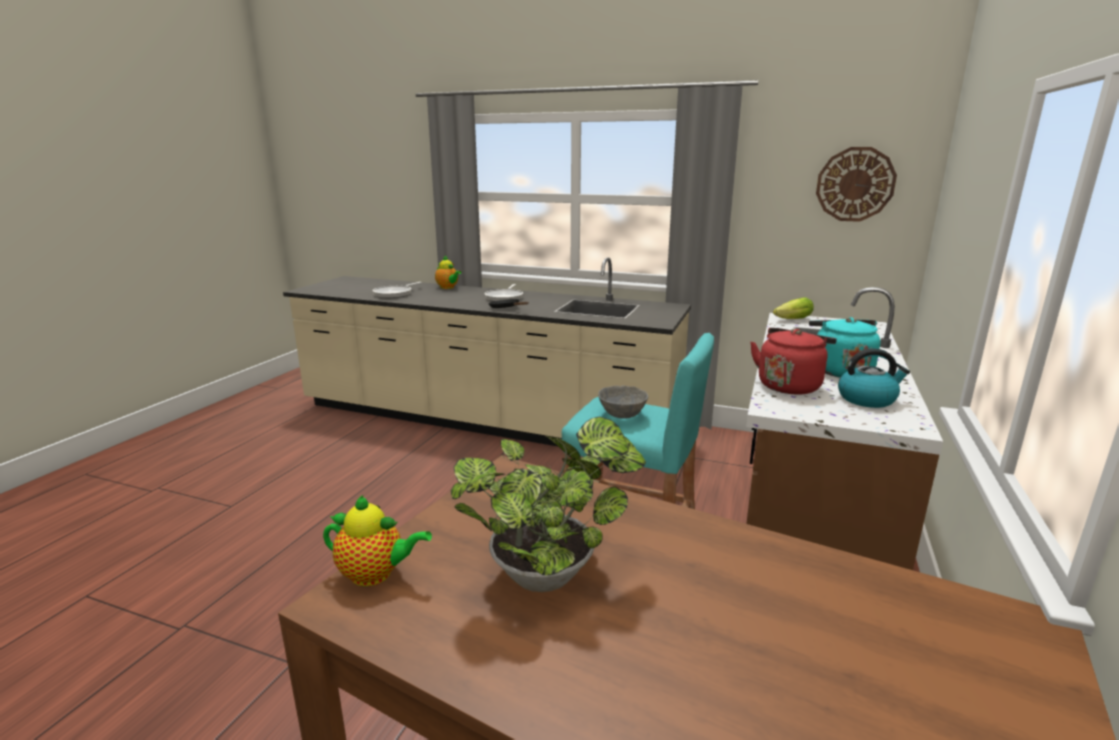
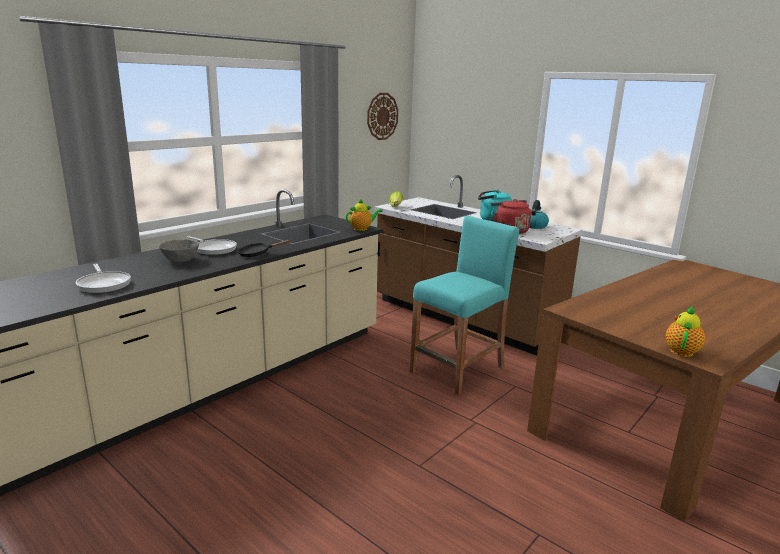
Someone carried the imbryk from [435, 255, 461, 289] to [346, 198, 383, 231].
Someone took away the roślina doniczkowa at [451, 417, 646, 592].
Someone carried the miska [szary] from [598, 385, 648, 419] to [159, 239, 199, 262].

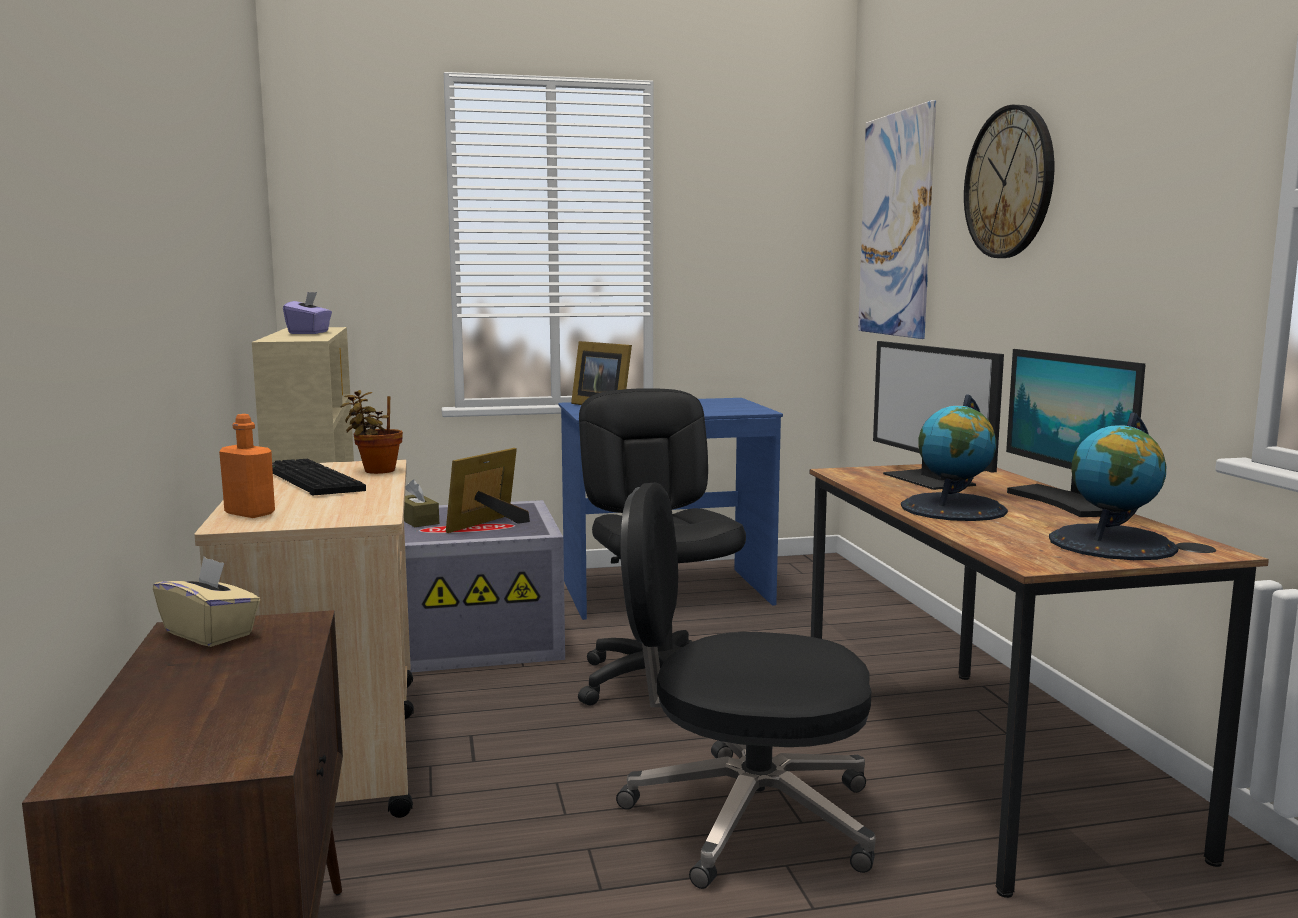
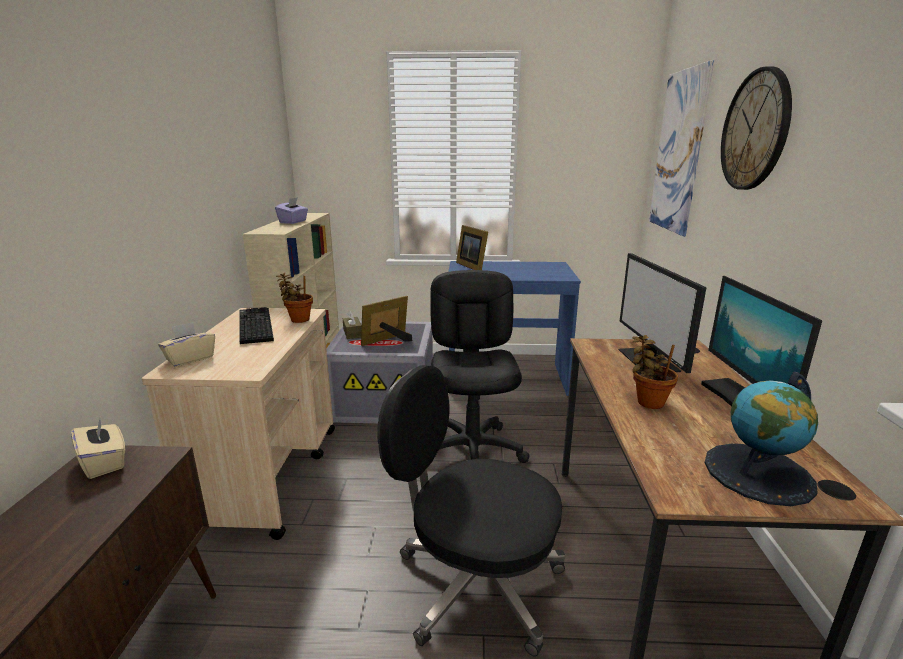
Someone swapped the butelka [pomarańczowy] at [219, 414, 275, 518] for the pudełko chusteczek [beżowy] at [158, 322, 215, 367].
Someone swapped the globus at [901, 394, 1008, 521] for the roślina doniczkowa at [632, 335, 678, 409].

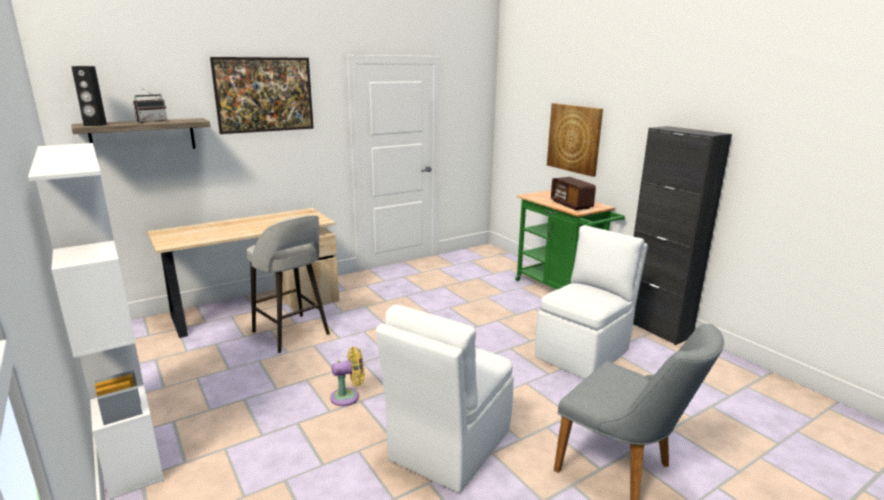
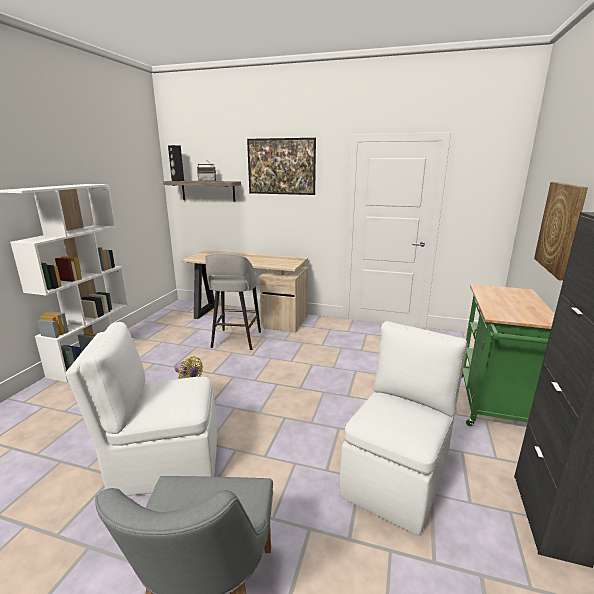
Someone rotated the krzesło [biały] at [535, 225, 648, 379] by 60 degrees counterclockwise.
Someone took away the radio at [551, 177, 596, 210].

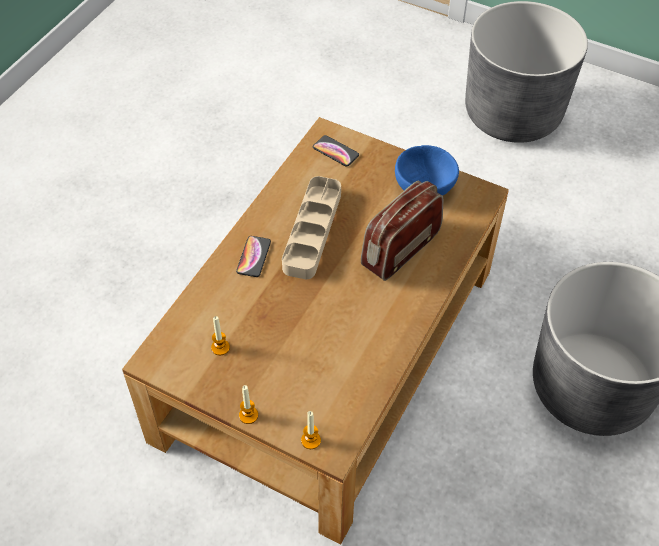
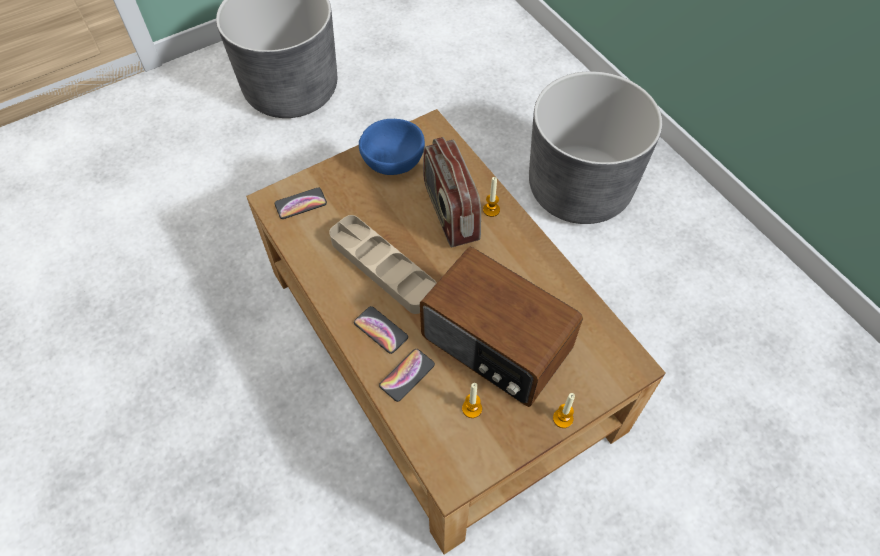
Someone carried the świeca from [301, 411, 321, 449] to [483, 177, 500, 217].
Someone put down the telefon at [379, 349, 435, 402].
Someone put down the radio at [420, 246, 583, 407].

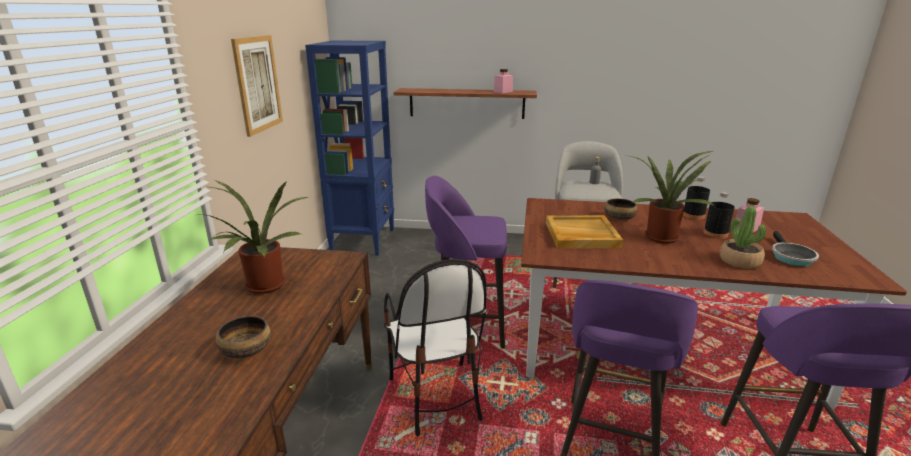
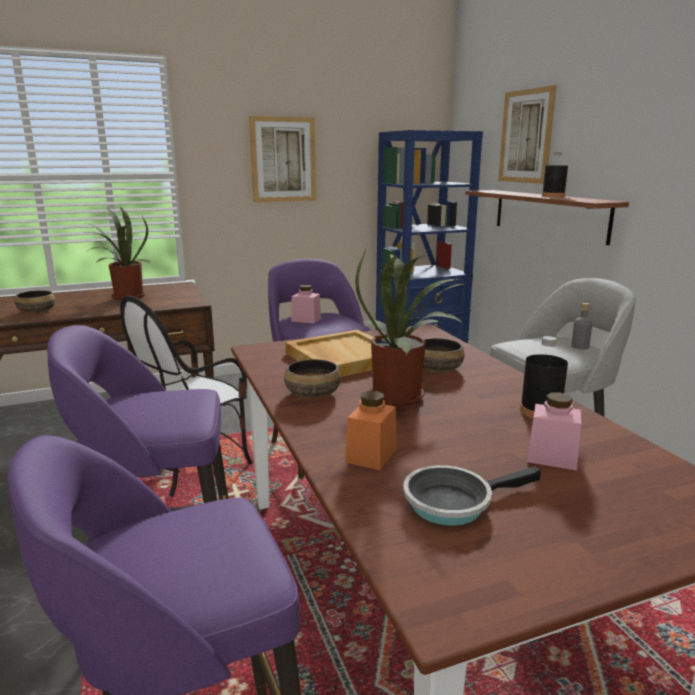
Someone carried the słoik [różowy] from [494, 69, 513, 93] to [291, 285, 321, 324].
Someone carried the butelka [czarny] from [703, 192, 735, 239] to [542, 152, 568, 197].
Someone swapped the roślina doniczkowa at [720, 206, 766, 269] for the słoik [pomarańczowy] at [345, 391, 396, 470].
Someone put down the miska at [284, 359, 341, 398].
Someone put up the obraz at [498, 85, 557, 184].

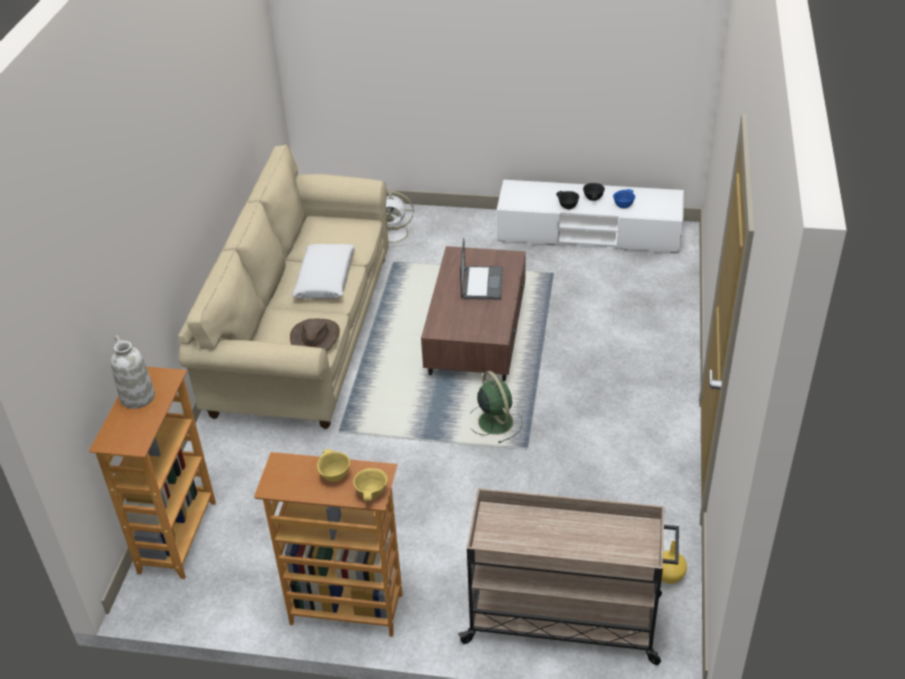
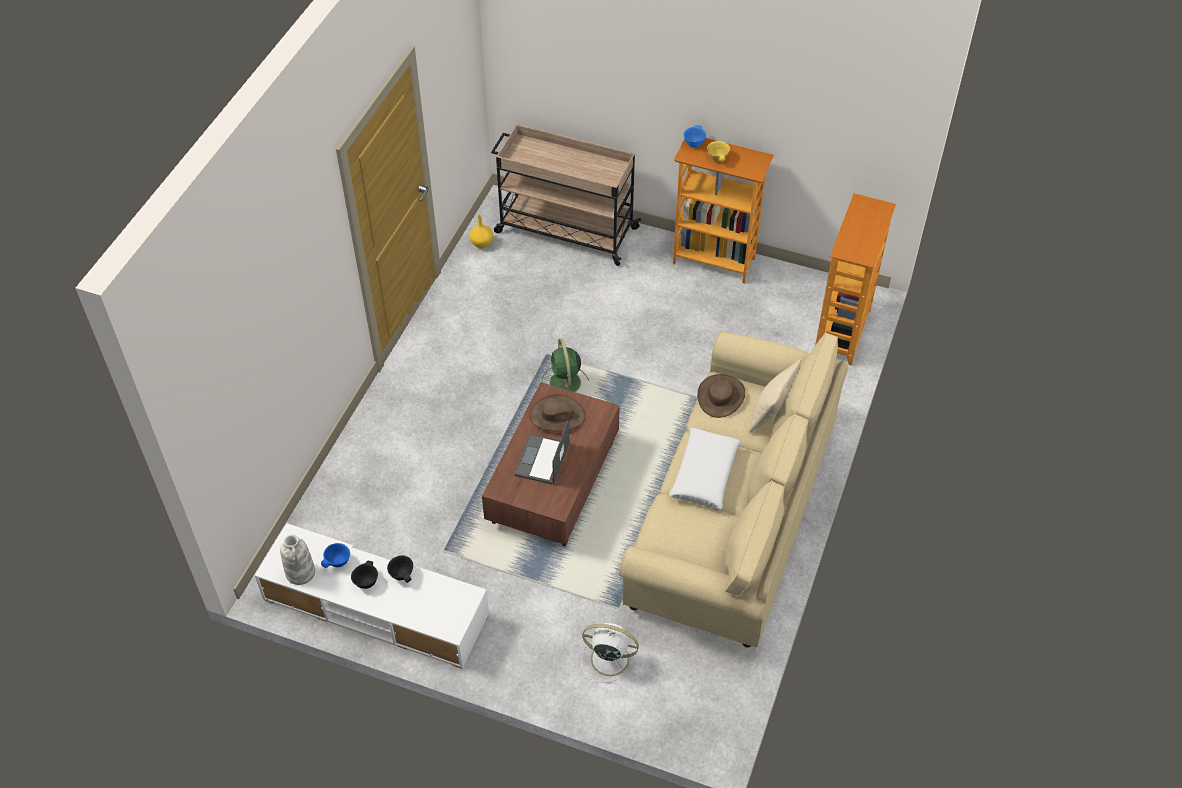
Someone carried the wazon [biały] from [111, 335, 155, 409] to [280, 535, 315, 585].
Someone repainted the miska [żółty] at [353, 468, 388, 501], which became the miska [niebieski] at [683, 125, 707, 147].
Someone put down the kapelusz [brązowy] at [529, 394, 585, 431].
Someone put down the poduszka [beżowy] at [749, 358, 801, 433].

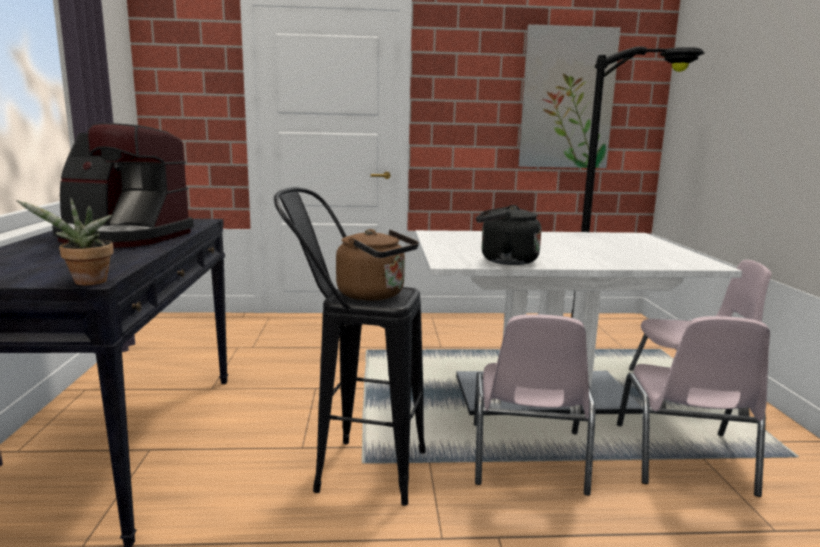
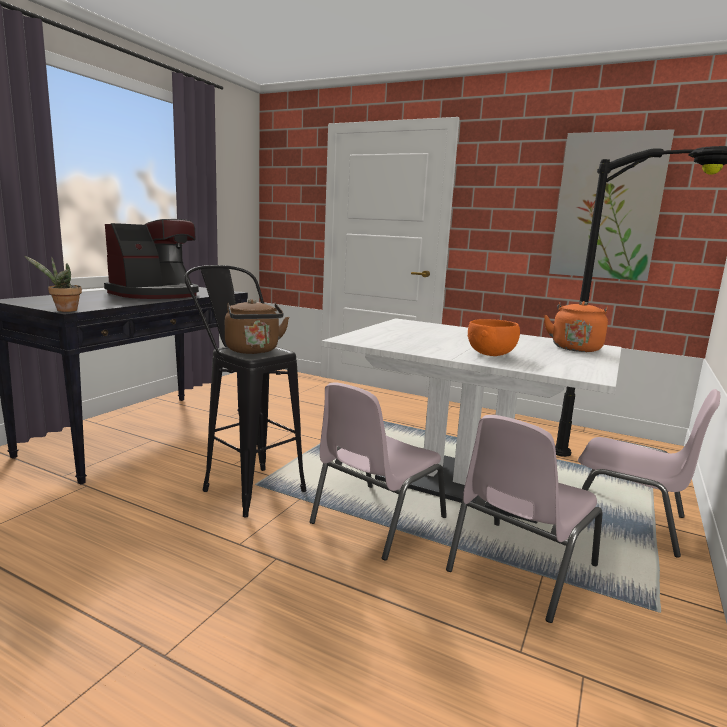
Someone rotated the ekspres do kawy at [52, 123, 194, 248] by 90 degrees counterclockwise.
Someone took away the czajnik [czarny] at [476, 205, 541, 265].
Someone put down the miska [pomarańczowy] at [468, 319, 520, 356].
Someone put down the czajnik [pomarańczowy] at [544, 301, 608, 352].

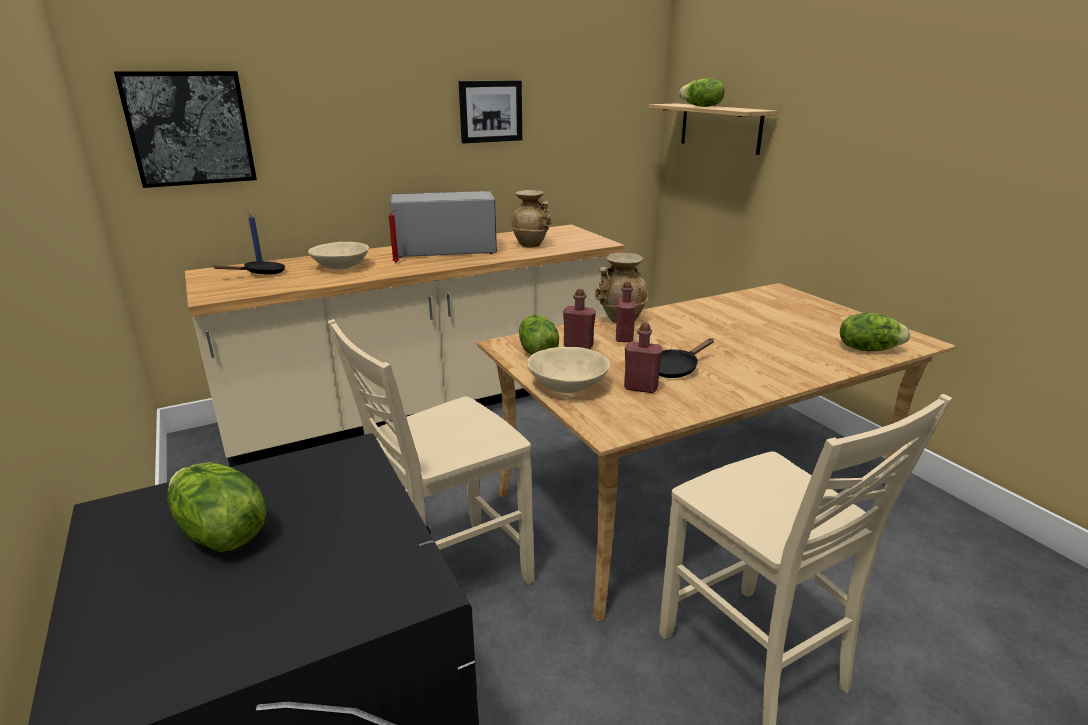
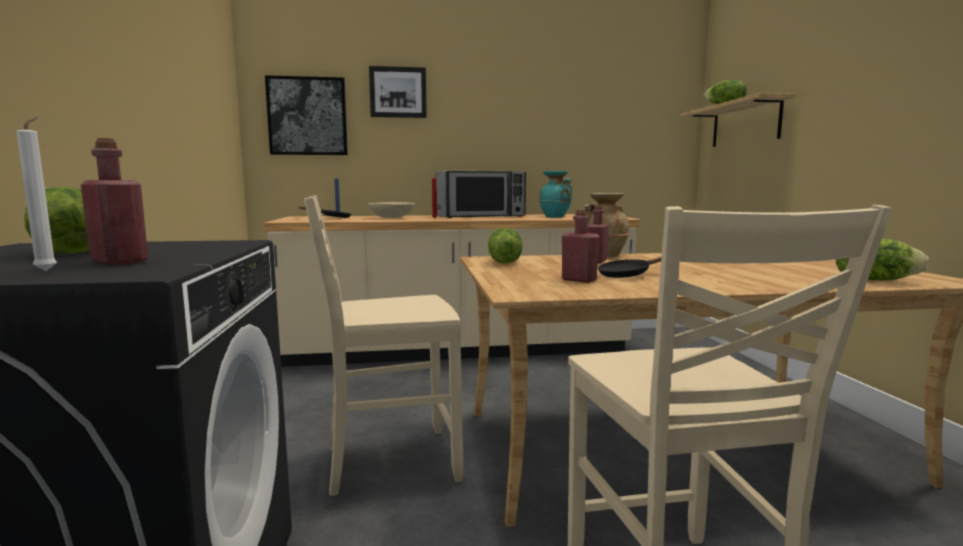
Someone rotated the mikrofalówka at [390, 191, 497, 258] by 150 degrees clockwise.
Someone carried the obraz from [459, 80, 522, 143] to [369, 66, 427, 118].
Someone repainted the wazon [beżowy] at [511, 190, 553, 248], which became the wazon [turkusowy] at [539, 171, 574, 218].
Someone took away the miska [beżowy] at [527, 347, 610, 393].
Someone carried the butelka [czerwony] from [563, 289, 596, 349] to [81, 138, 148, 265].
Someone put down the świeca [biały] at [16, 117, 57, 271].

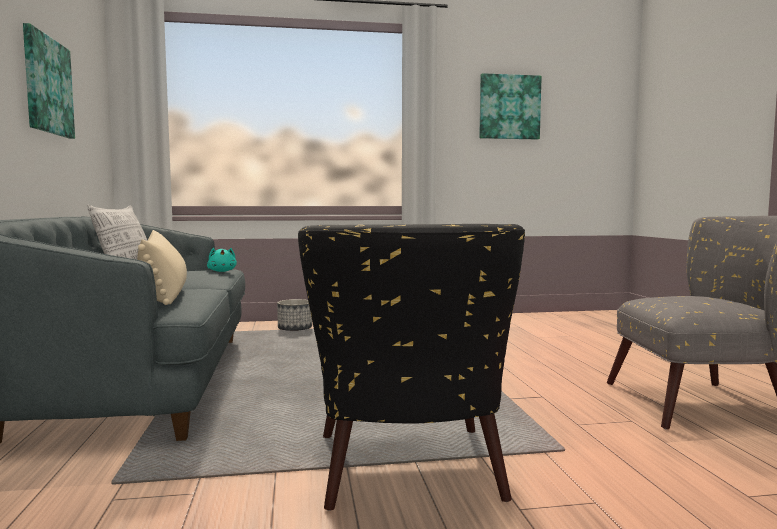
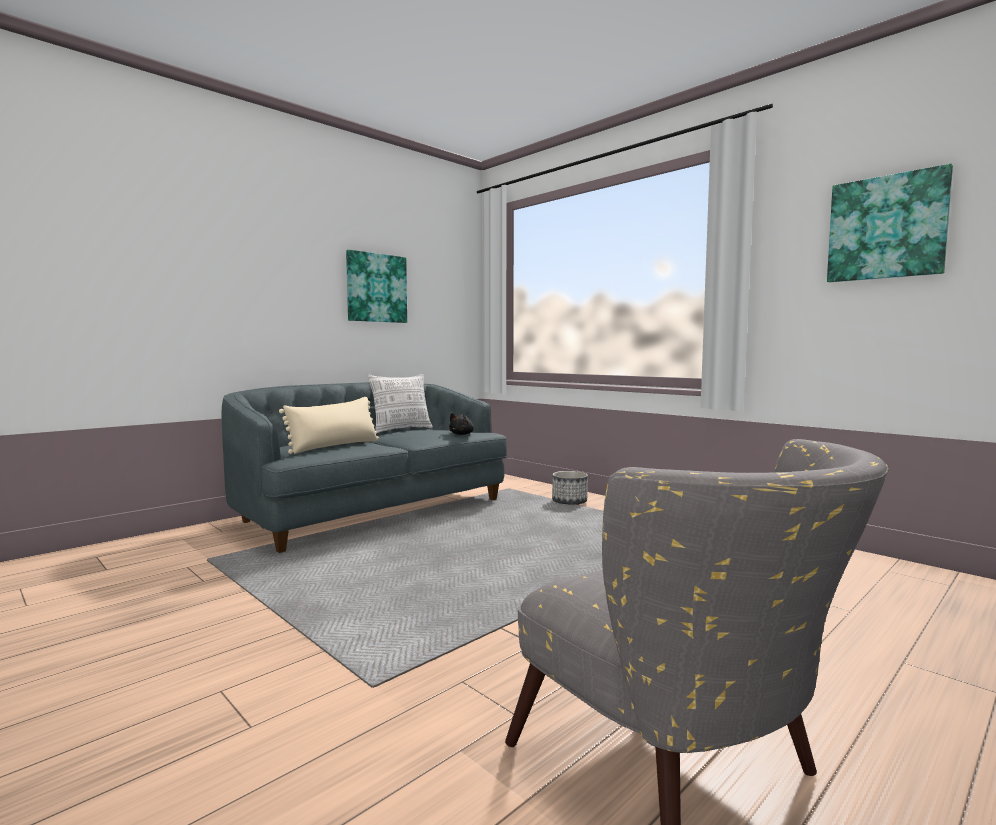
Someone repainted the pluszak [turkusowy] at [207, 248, 237, 272], which became the pluszak [czarny] at [449, 413, 474, 435].
Someone took away the fotel [czarny] at [298, 224, 525, 511].

